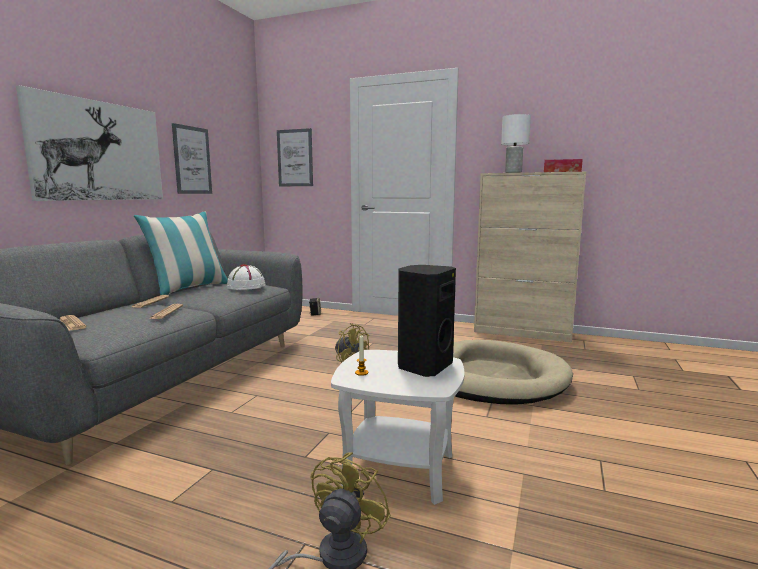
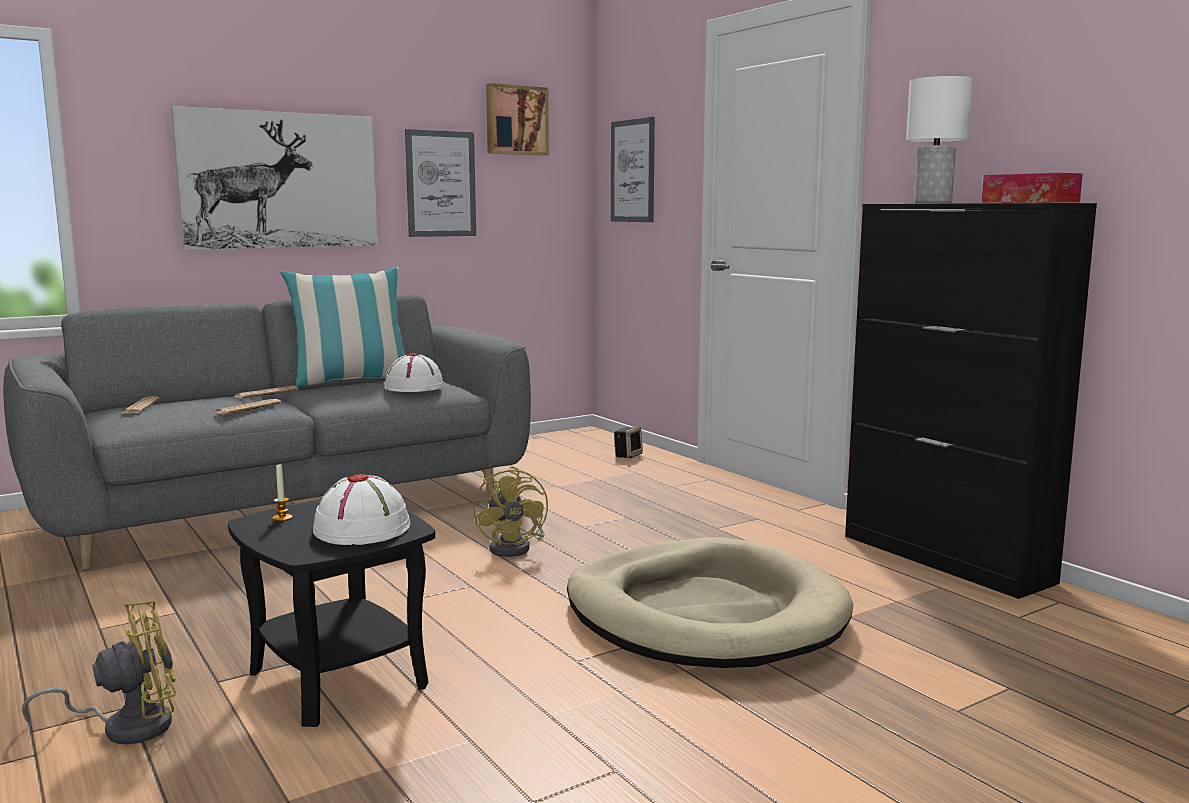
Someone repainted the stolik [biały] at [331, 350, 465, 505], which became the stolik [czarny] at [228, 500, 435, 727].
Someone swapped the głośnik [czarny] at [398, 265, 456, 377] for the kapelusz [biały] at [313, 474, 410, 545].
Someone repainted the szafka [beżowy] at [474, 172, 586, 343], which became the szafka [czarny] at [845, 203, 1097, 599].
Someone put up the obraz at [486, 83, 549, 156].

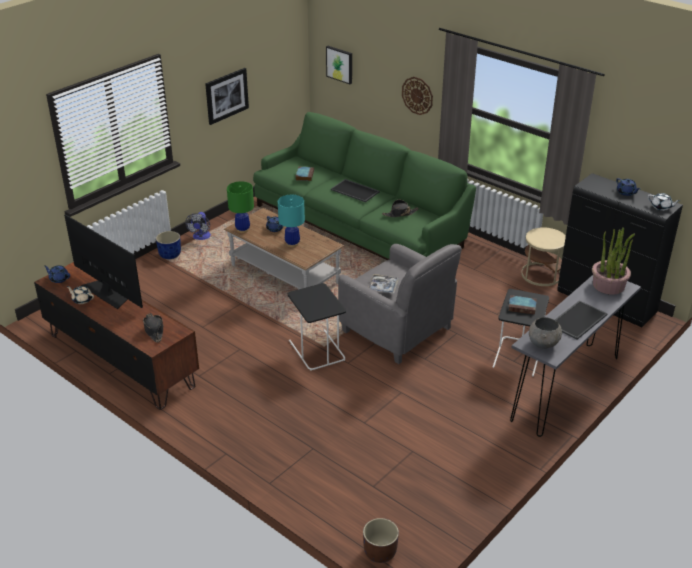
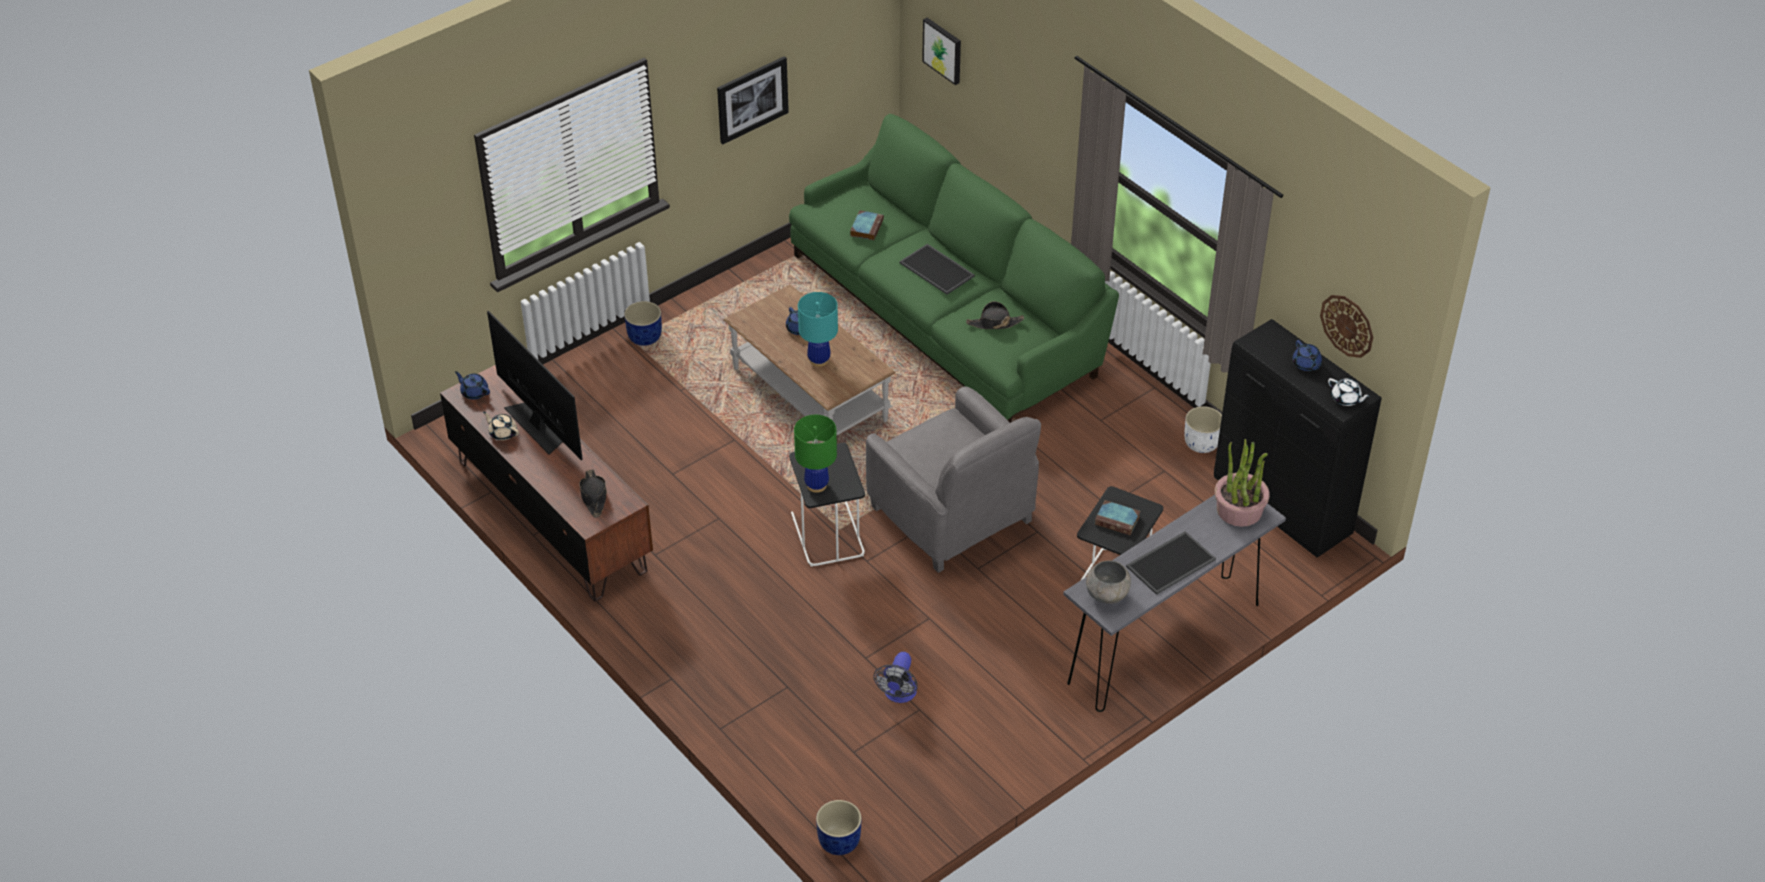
Someone carried the wentylator from [185, 212, 211, 240] to [873, 652, 918, 703].
Someone carried the lampa stołowa [zielony] from [227, 181, 254, 233] to [794, 415, 837, 493].
Someone repainted the donica [brązowy] at [363, 518, 399, 563], which became the donica [niebieski] at [816, 800, 862, 855].
Someone took away the taca at [368, 274, 399, 294].
Someone carried the zegar ścienny from [402, 77, 433, 115] to [1320, 295, 1373, 358].
Someone swapped the stolik [beżowy] at [521, 227, 566, 286] for the donica [biały] at [1184, 406, 1222, 453].

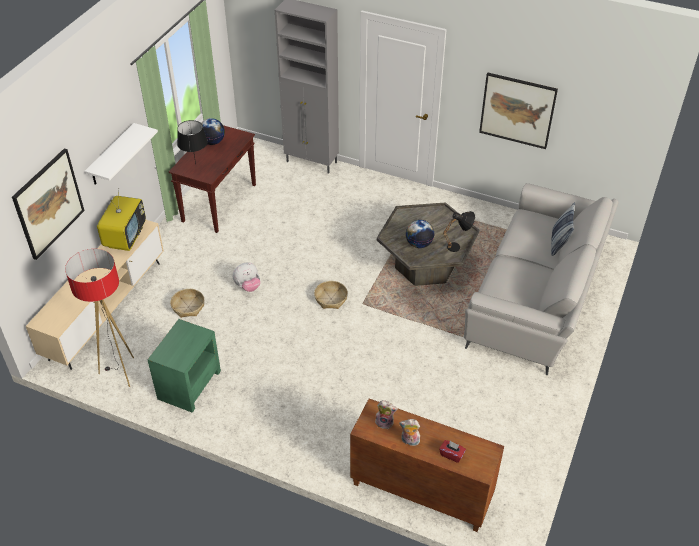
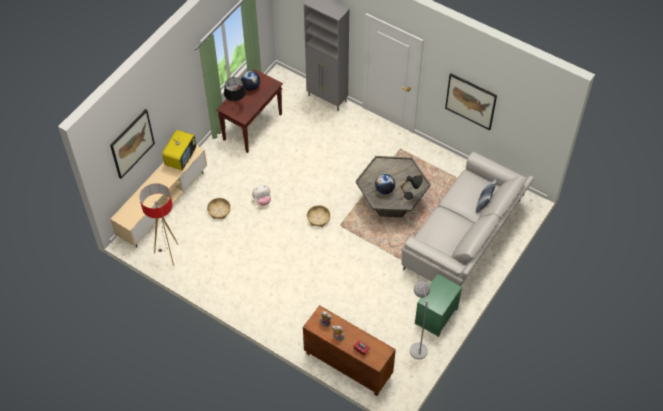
Someone took away the półka [biały] at [85, 123, 158, 185].
Someone carried the stolik [zielony] from [147, 319, 221, 413] to [415, 274, 462, 337].
Someone put down the lampa stojąca [szary] at [410, 281, 430, 359].

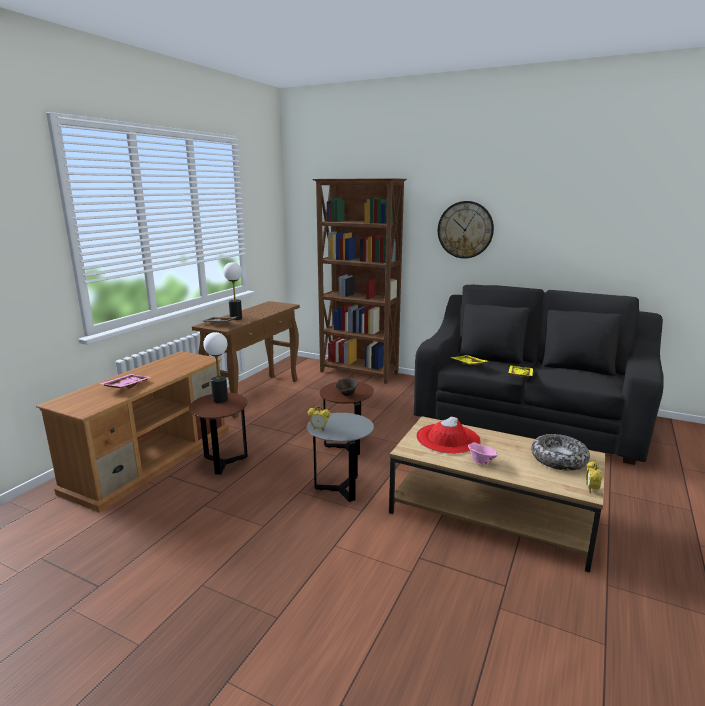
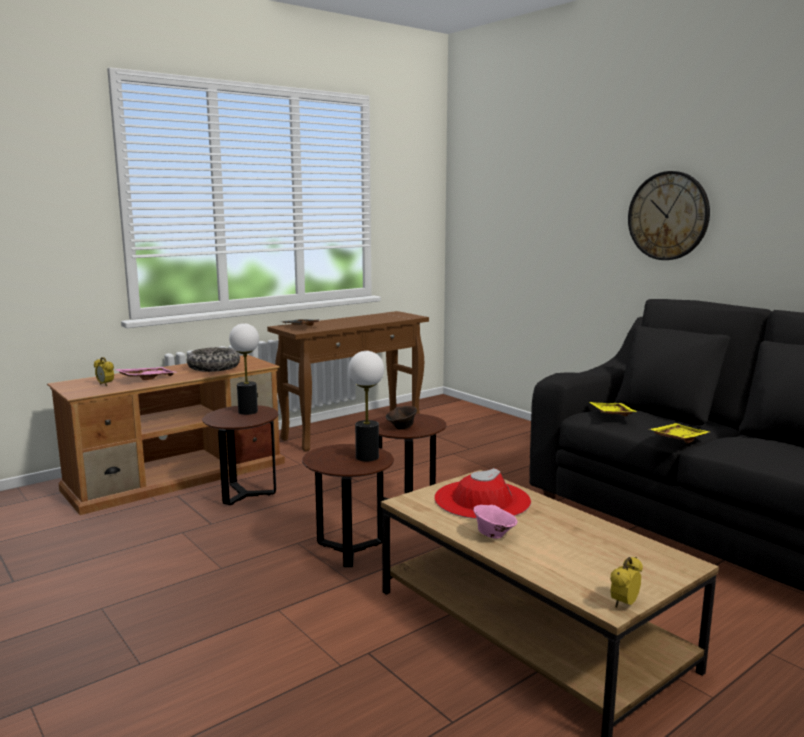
Someone carried the lampa stołowa from [223, 262, 242, 320] to [348, 351, 384, 461].
Someone repainted the stolik [szary] at [307, 413, 374, 502], which became the stolik [brązowy] at [302, 444, 394, 567].
Someone carried the budzik from [308, 406, 331, 431] to [94, 357, 114, 386].
Someone took away the regał [brązowy] at [312, 178, 407, 384].
Someone carried the miska from [531, 434, 590, 471] to [187, 347, 240, 372].

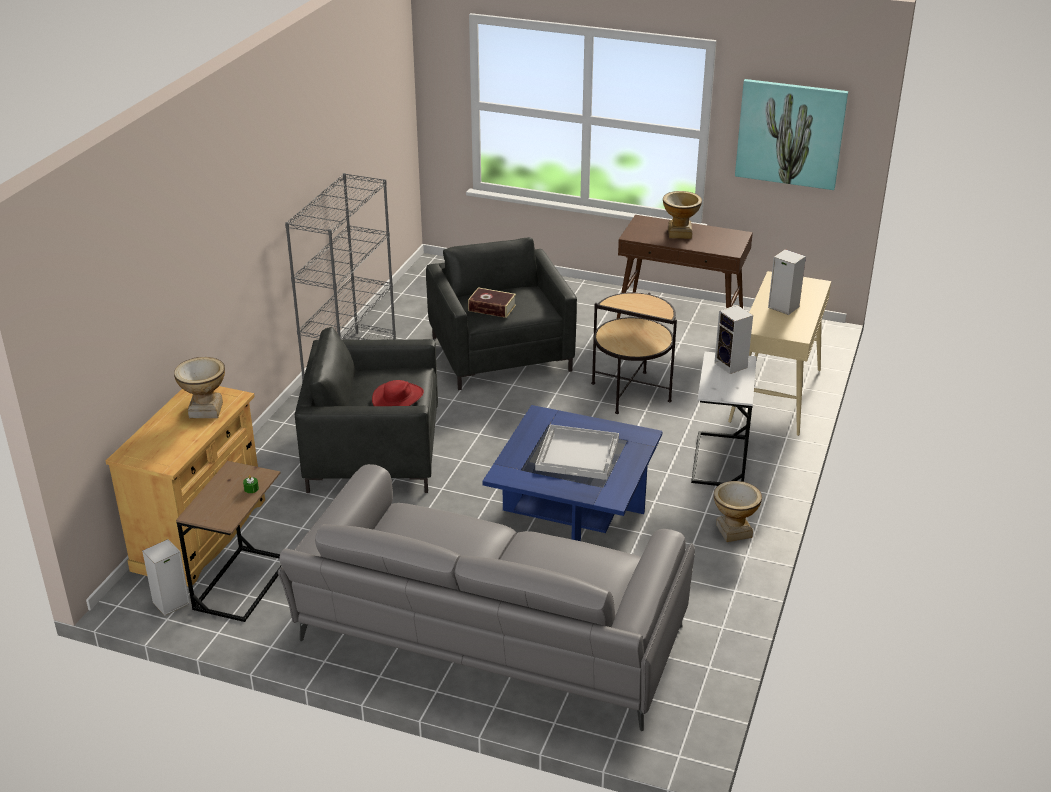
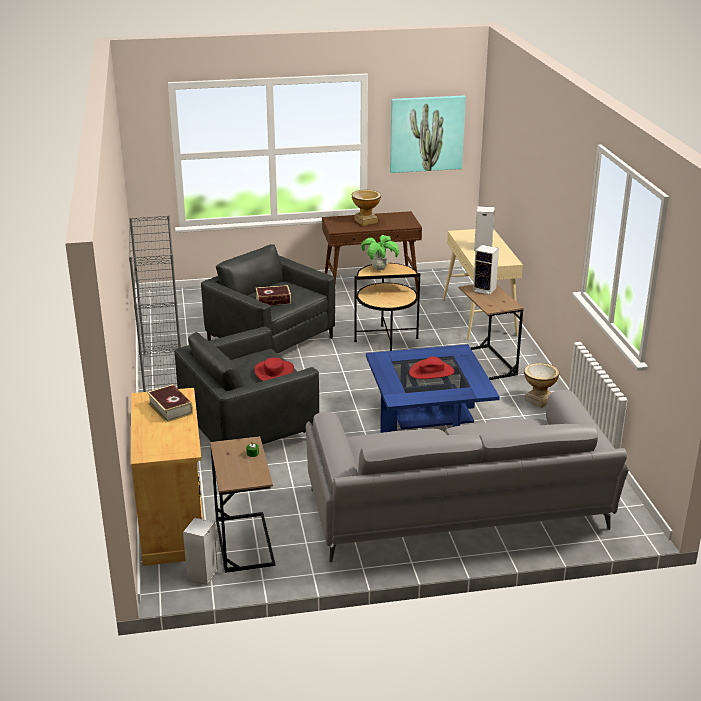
Someone swapped the wazon at [174, 357, 225, 418] for the książka at [147, 384, 193, 422].
Someone swapped the taca [biały] at [535, 424, 619, 480] for the kapelusz [czerwony] at [409, 356, 455, 379].
Someone repainted the stolik [biały] at [691, 351, 757, 486], which became the stolik [brązowy] at [459, 285, 524, 380].
Someone put down the roślina doniczkowa at [361, 235, 399, 270].

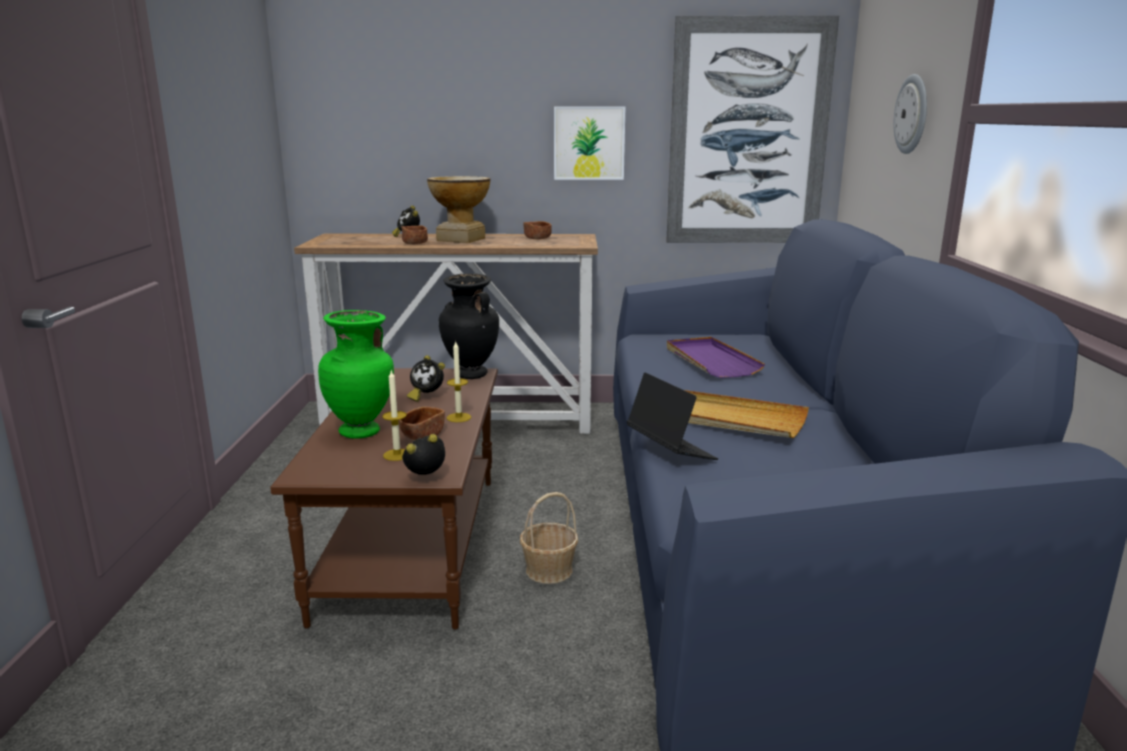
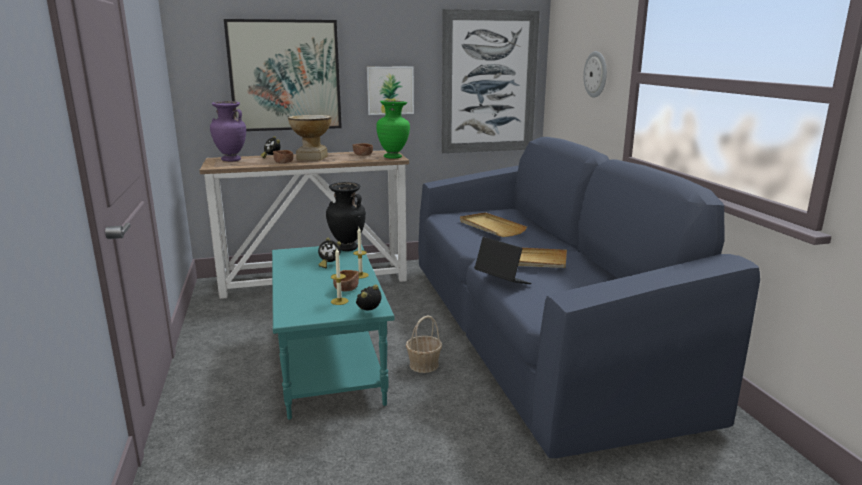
Someone repainted the ława [brązowy] at [270, 368, 498, 630], which became the ława [turkusowy] at [272, 243, 394, 420].
Someone carried the wazon [zielony] from [318, 310, 394, 439] to [376, 100, 410, 159].
Someone repainted the taca [fioletowy] at [667, 337, 765, 378], which became the taca [beżowy] at [460, 212, 527, 237].
Someone put down the wazon [fioletowy] at [210, 101, 246, 161].
Someone put up the obraz at [224, 19, 342, 131].

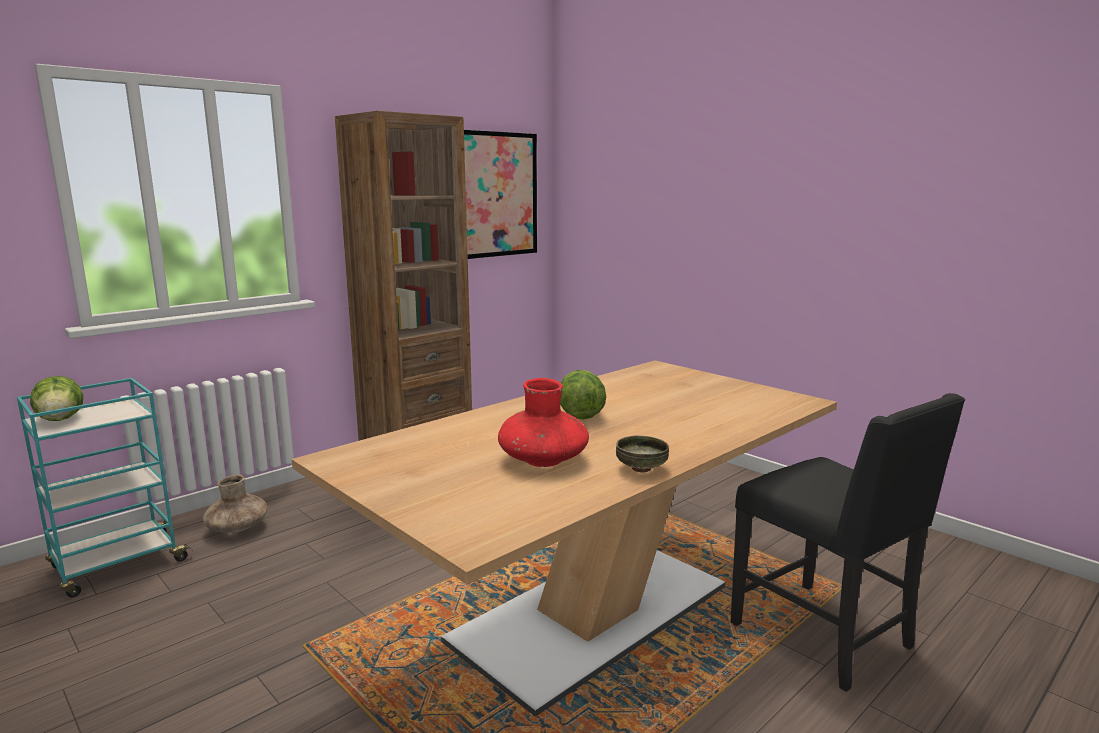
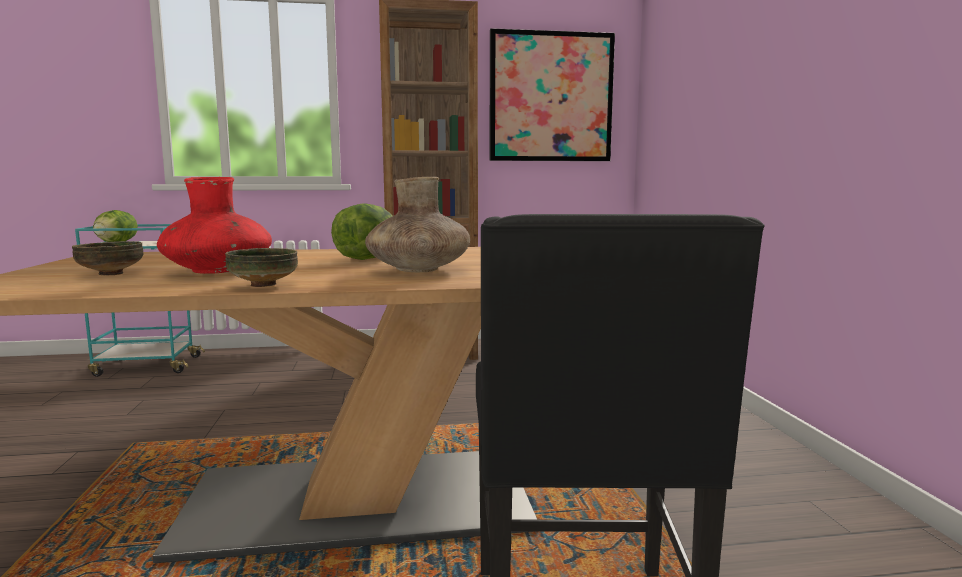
Someone carried the wazon [brązowy] from [203, 475, 268, 533] to [365, 177, 470, 272].
Someone put down the miska at [72, 241, 144, 275].

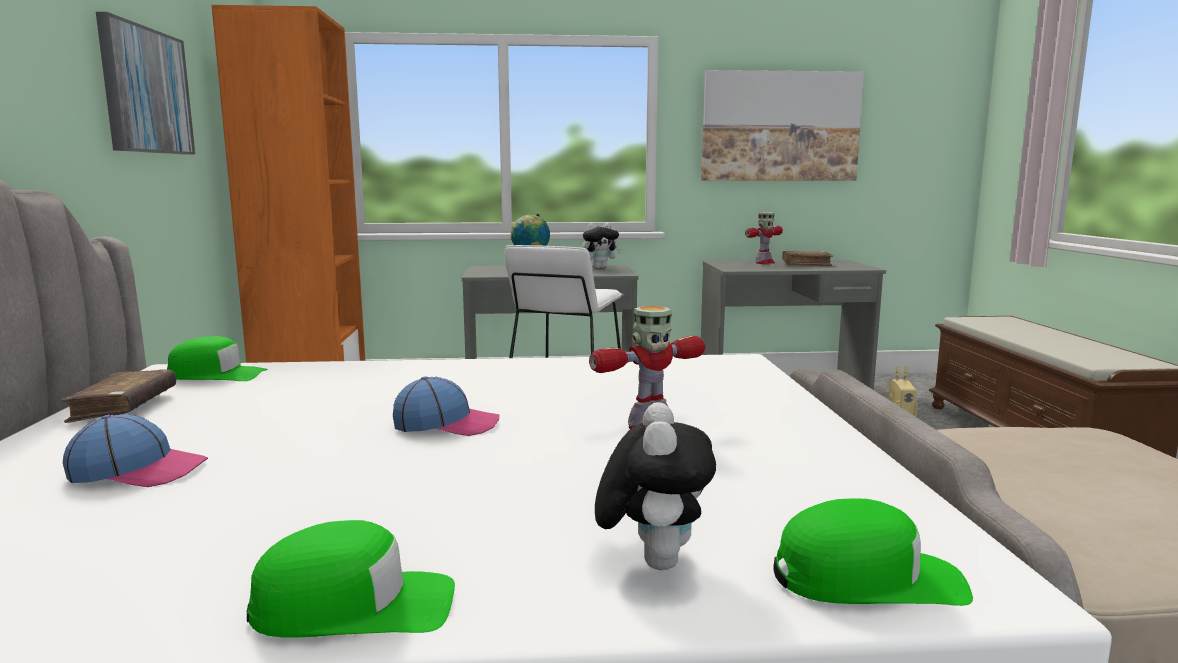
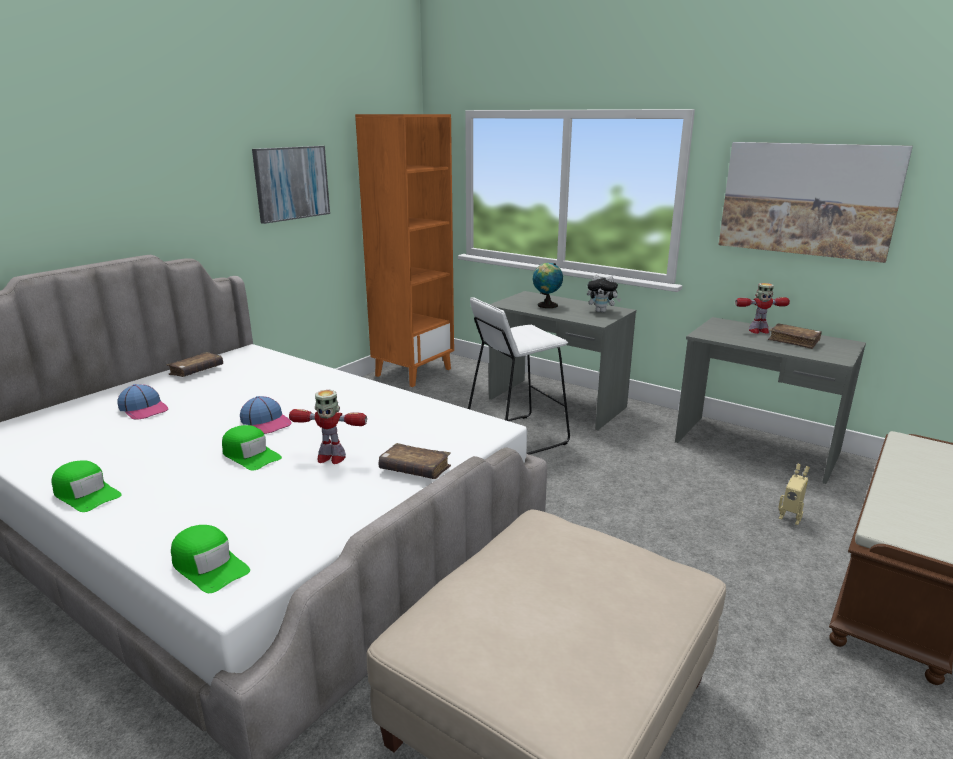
Someone carried the czapka z daszkiem [zielony] from [167, 336, 268, 381] to [222, 425, 282, 471].
Someone took away the pluszak at [595, 402, 716, 570].
Someone put down the książka [brązowy] at [379, 443, 451, 479].

